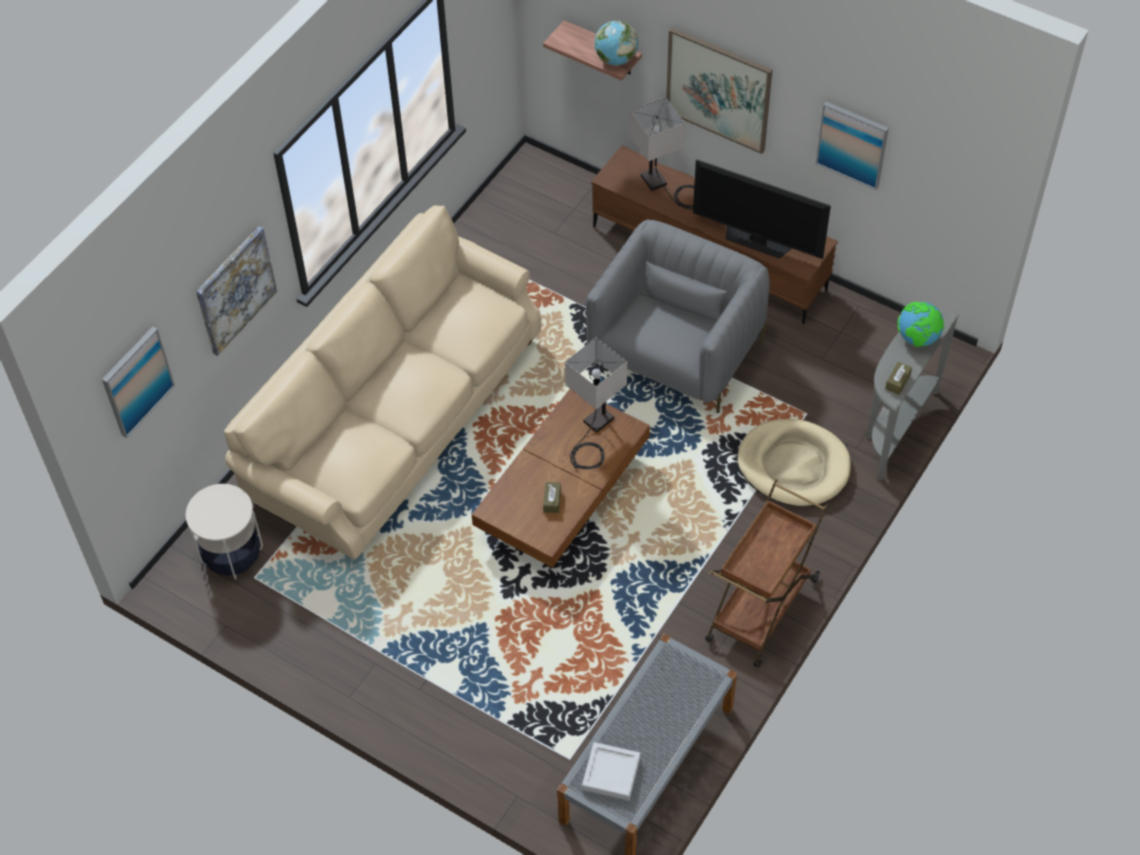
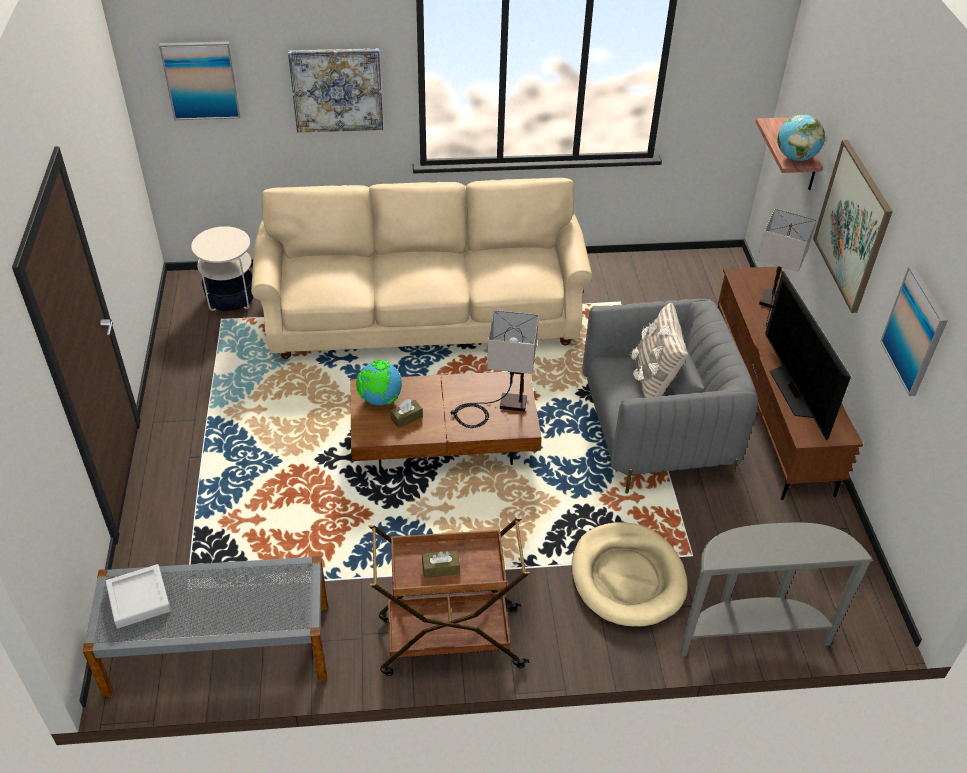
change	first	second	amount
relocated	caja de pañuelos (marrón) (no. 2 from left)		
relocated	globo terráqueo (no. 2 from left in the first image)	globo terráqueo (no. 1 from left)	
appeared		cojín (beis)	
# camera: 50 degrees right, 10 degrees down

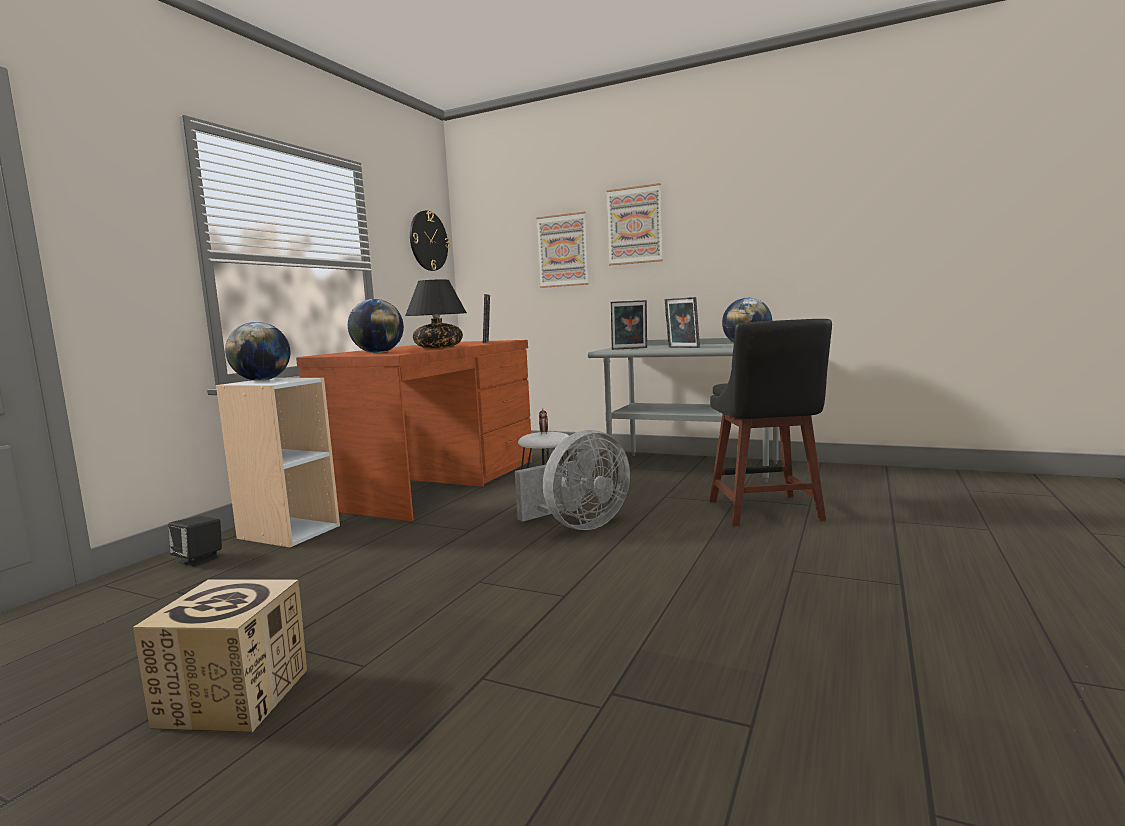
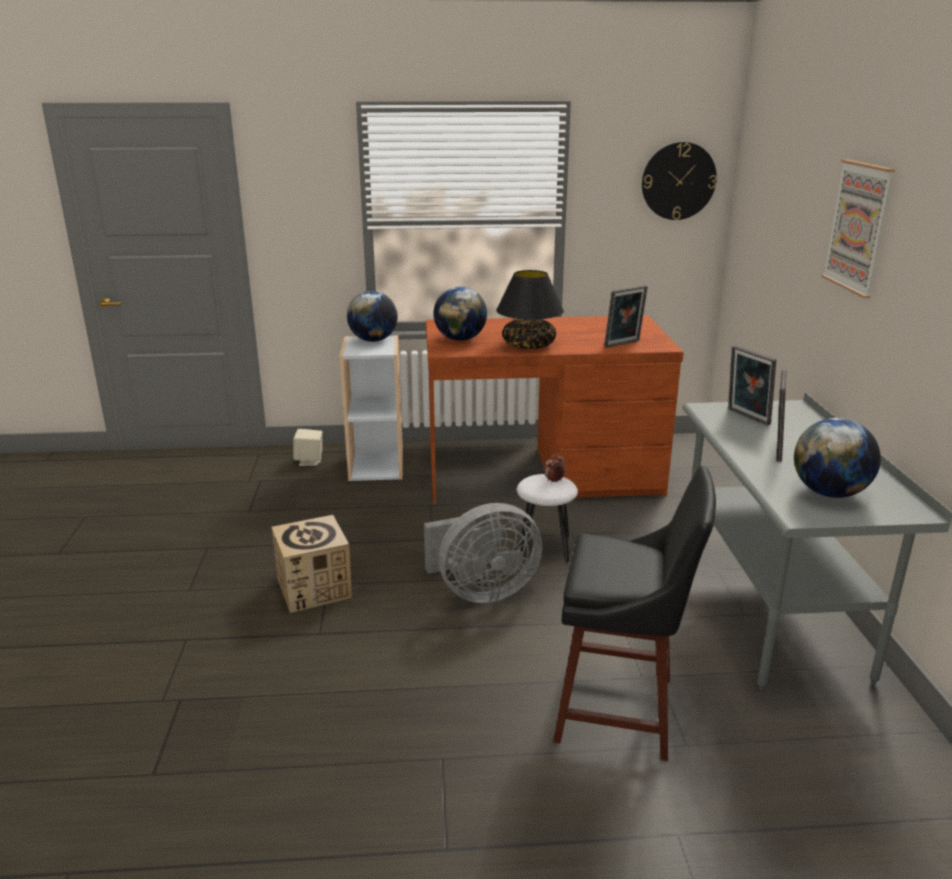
change	first	second	amount
relocated	caja de cartón		
colour	altavoz (negro)	altavoz (beis)	
spun	ventilador (gris)		45 degrees counterclockwise
missing	cuadro (no. 1 from left)		
spun	silla (negro)		135 degrees counterclockwise
# camera: 60 degrees right, 15 degrees up

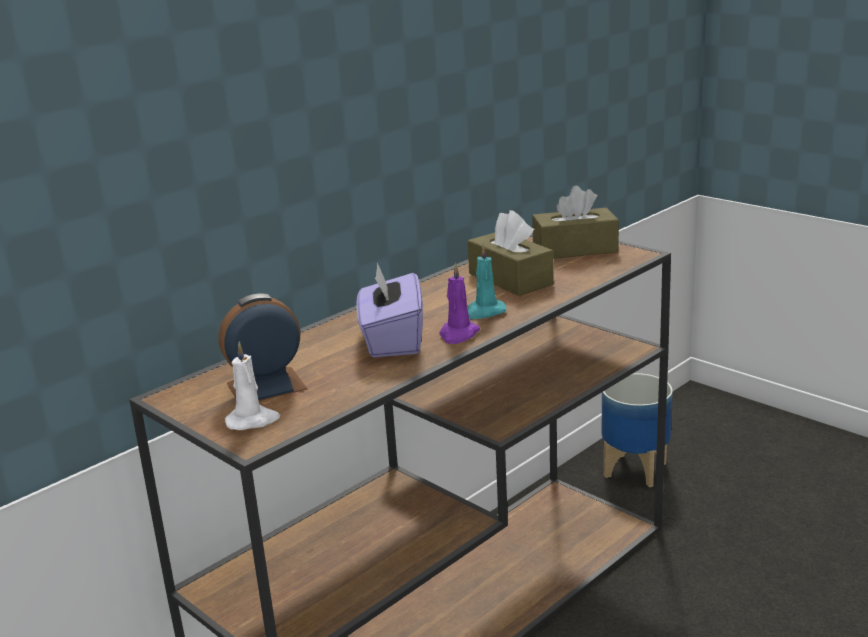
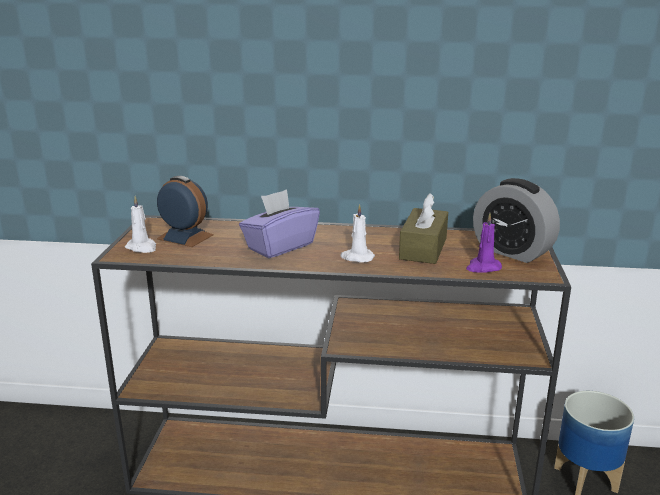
change	first	second	amount
relocated	vela (morado)		
colour	vela (turquesa)	vela (blanco) (no. 2 from left)	
exchanged	caja de pañuelos (marrón) (no. 2 from left)	despertador (no. 2 from left)	
# camera: 50 degrees right, 0 degrees up

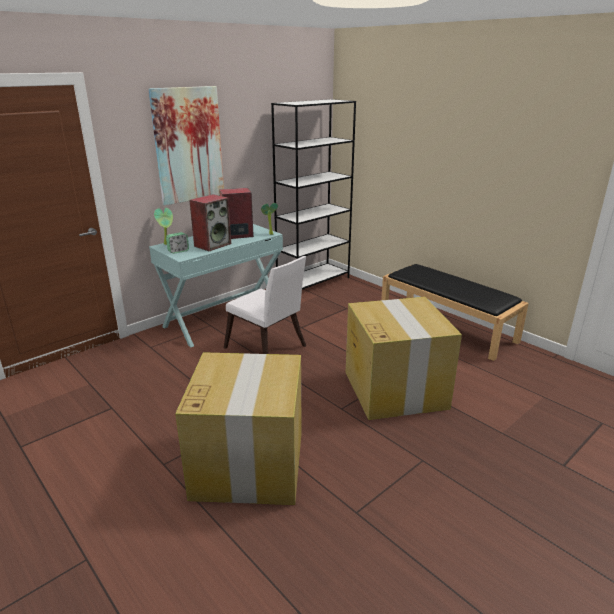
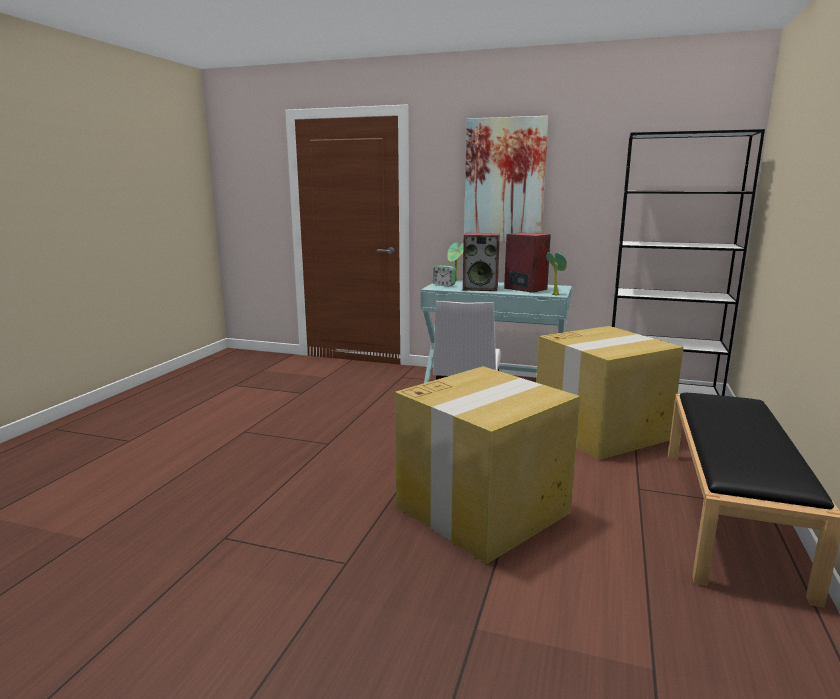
change	first	second	amount
relocated	caja de cartón (no. 1 from left in the first image)	caja de cartón (no. 2 from left)	
# camera: 60 degrees right, 10 degrees down

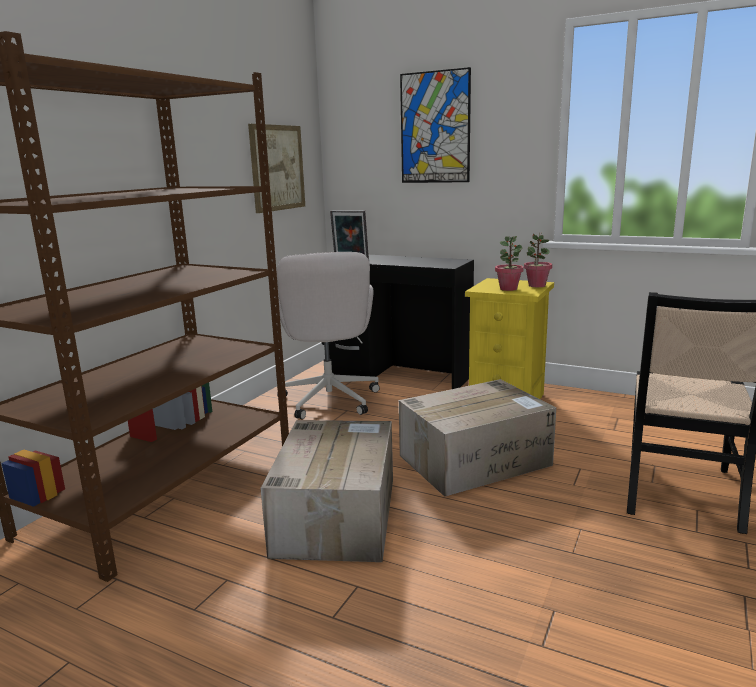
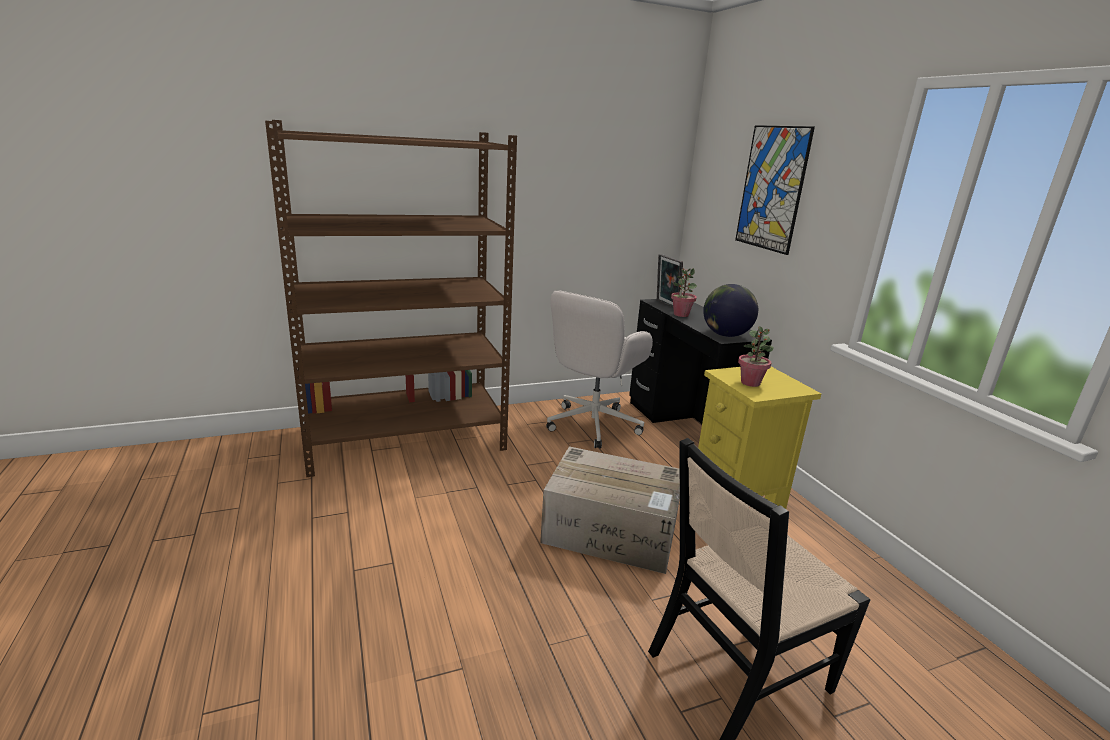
change	first	second	amount
missing	cuadro (no. 1 from left)		
missing	caja de cartón (no. 1 from left)		
relocated	planta en maceta (no. 2 from left in the first image)	planta en maceta (no. 1 from left)	
appeared		globo terráqueo	
# camera: 40 degrees right, 5 degrees up

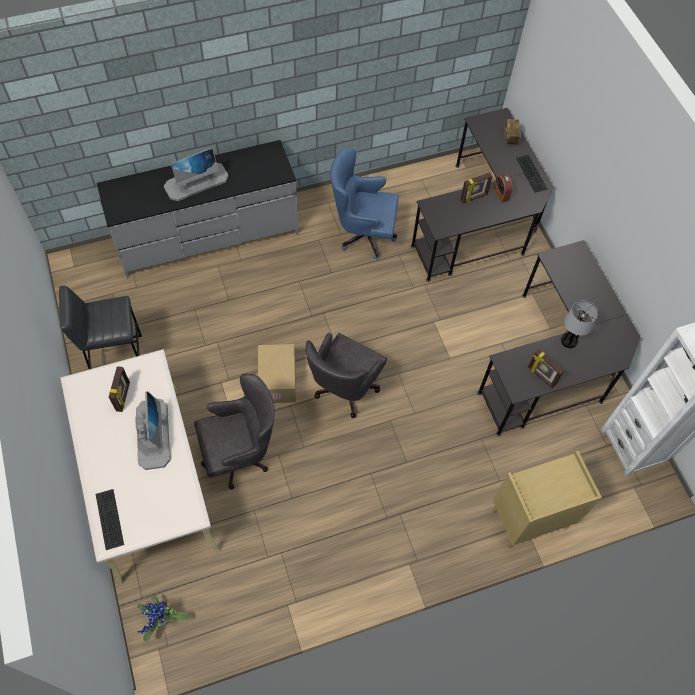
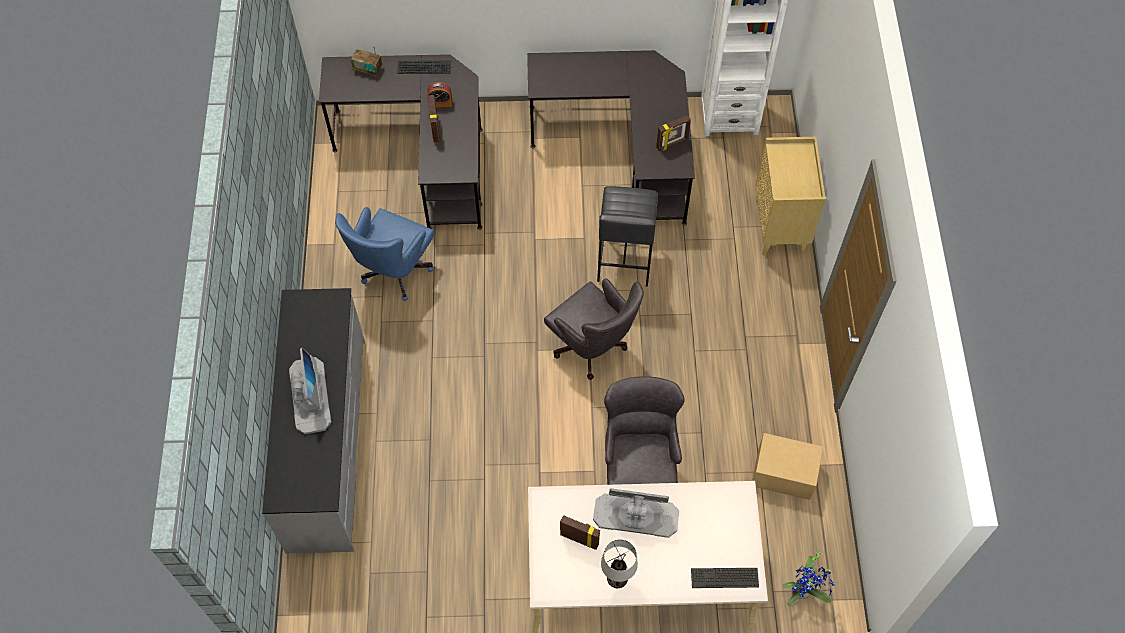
change	first	second	amount
relocated	taburete (gris)		
relocated	caja de cartón		
relocated	lámpara de mesa		
# camera: 70 degrees left, 0 degrees up

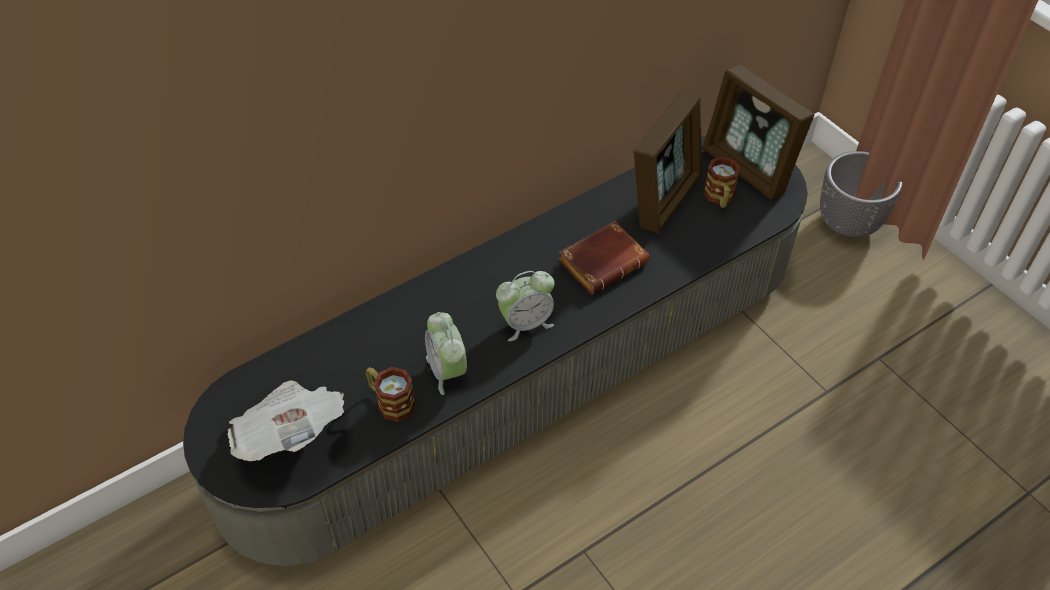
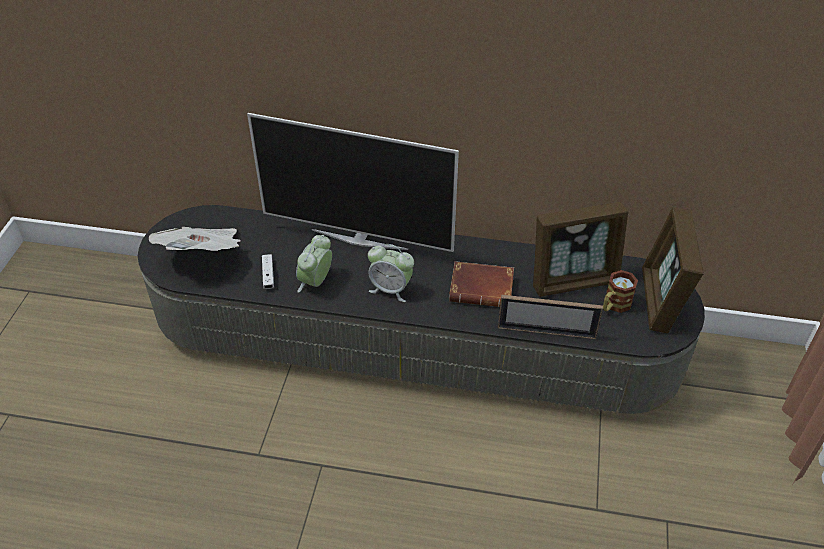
change	first	second	amount
exchanged	taza grande (no. 1 from left)	mando de consola (blanco)	
missing	maceta (gris)		
appeared		televisor	
appeared		portarretratos (no. 1 from left)	
# camera: 45 degrees right, 5 degrees down

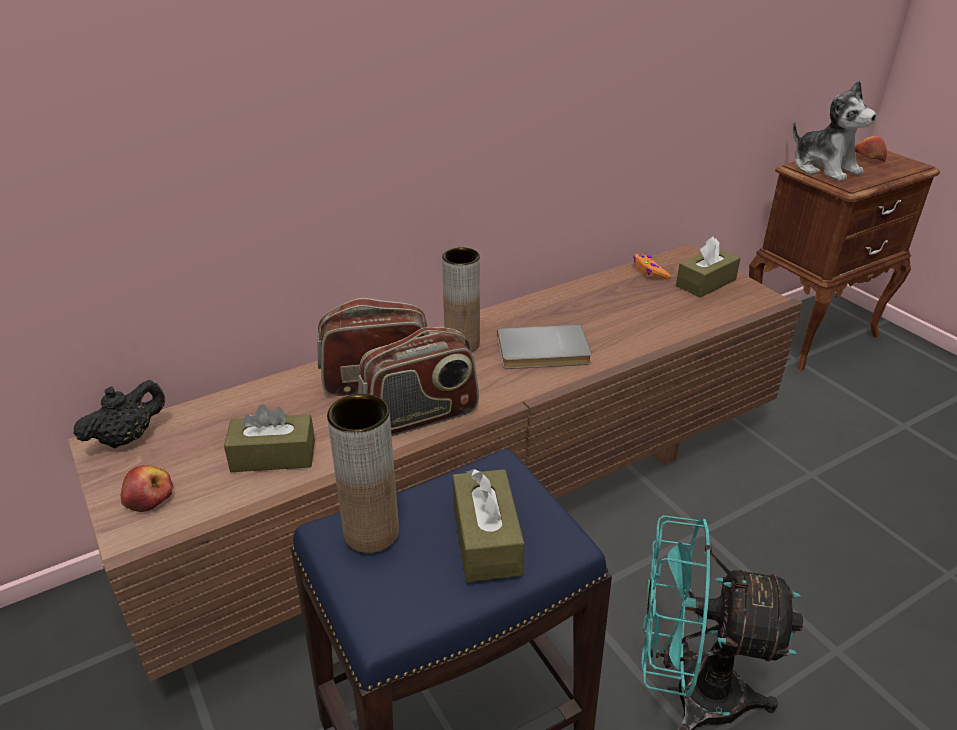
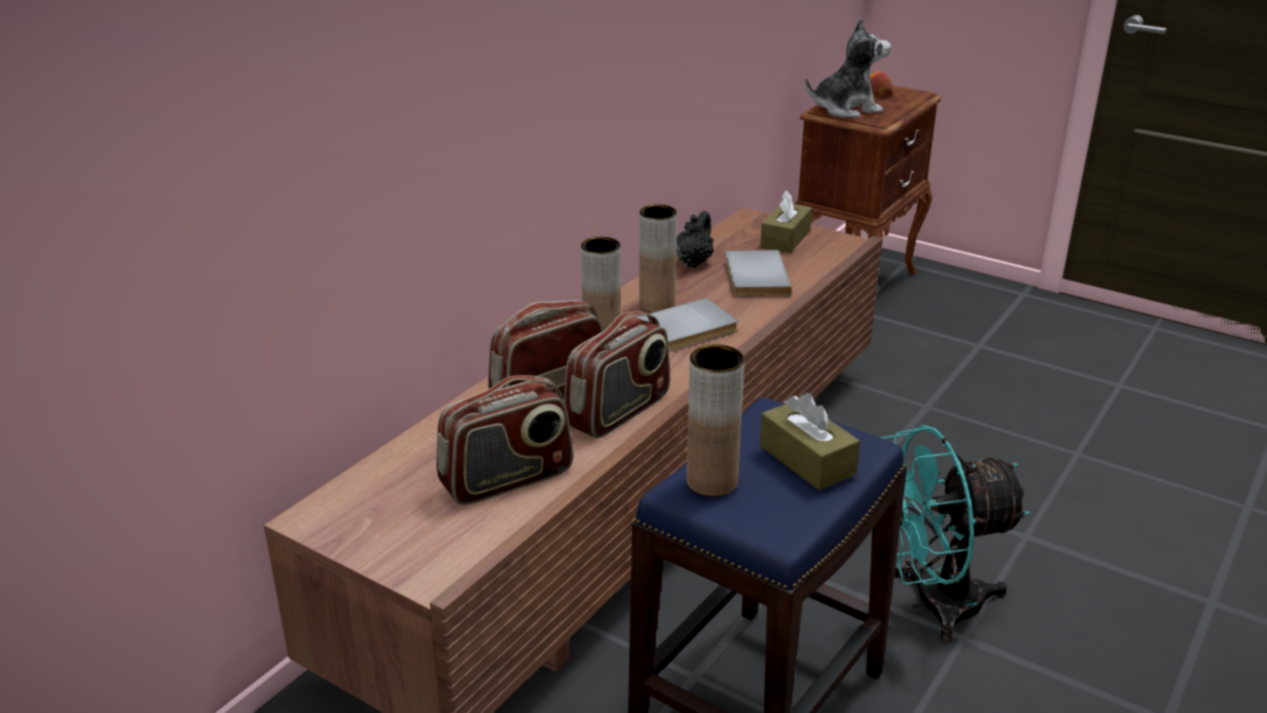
change	first	second	amount
relocated	tetera (negro)		
missing	manzana (no. 1 from left)		
exchanged	caja de pañuelos (marrón) (no. 1 from left)	radio (no. 1 from left)	
missing	mando de consola (naranja)		
spun	peluche		45 degrees counterclockwise
appeared		florero (marrón) (no. 2 from left)	
appeared		libro (gris) (no. 2 from left)	
# camera: 25 degrees left, 5 degrees down

